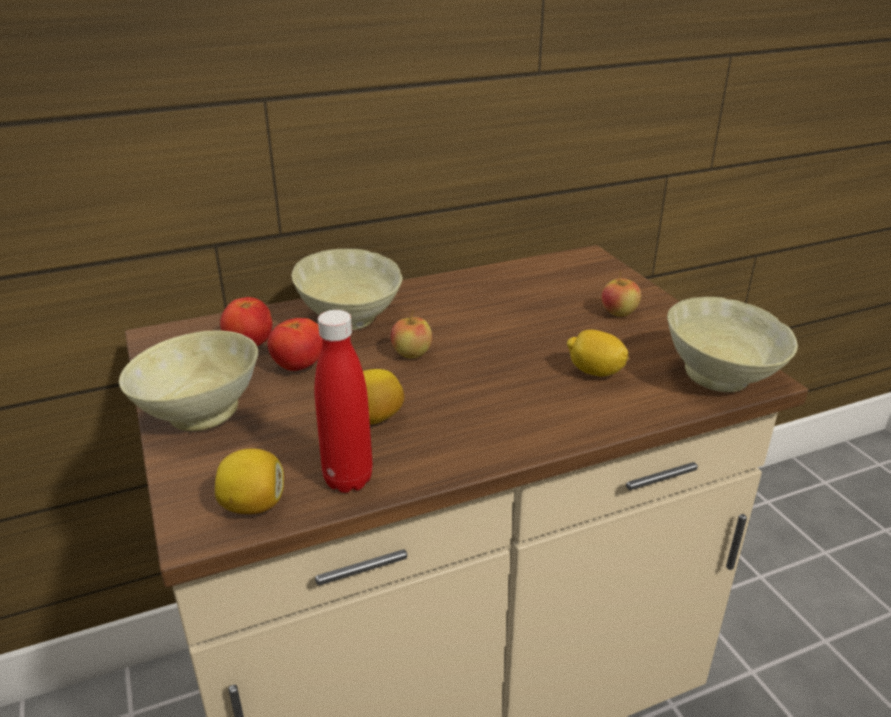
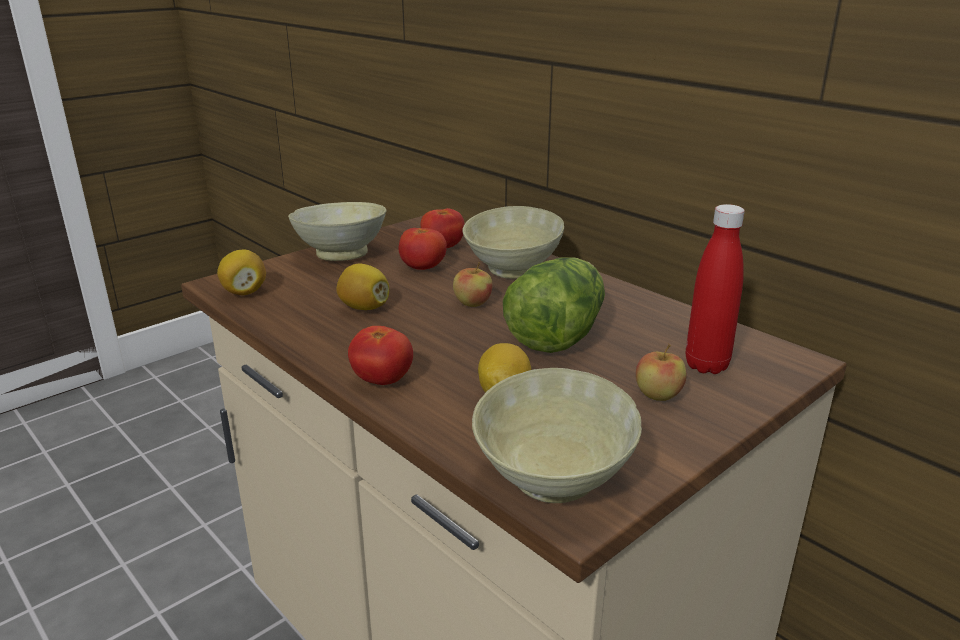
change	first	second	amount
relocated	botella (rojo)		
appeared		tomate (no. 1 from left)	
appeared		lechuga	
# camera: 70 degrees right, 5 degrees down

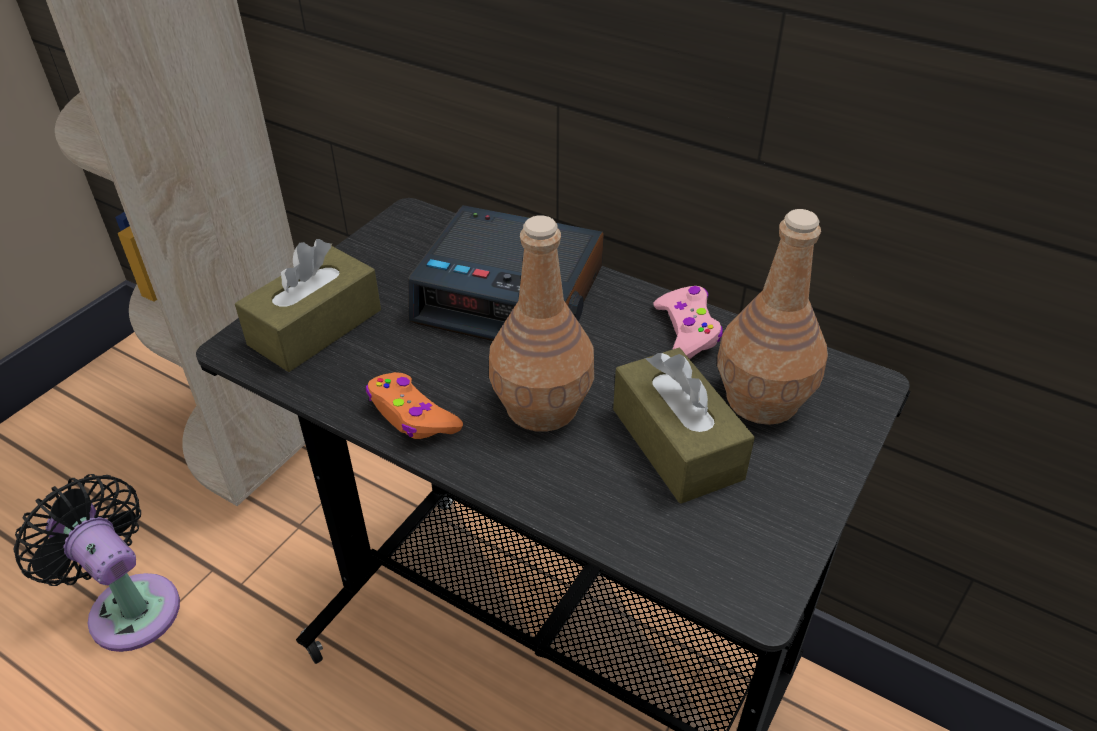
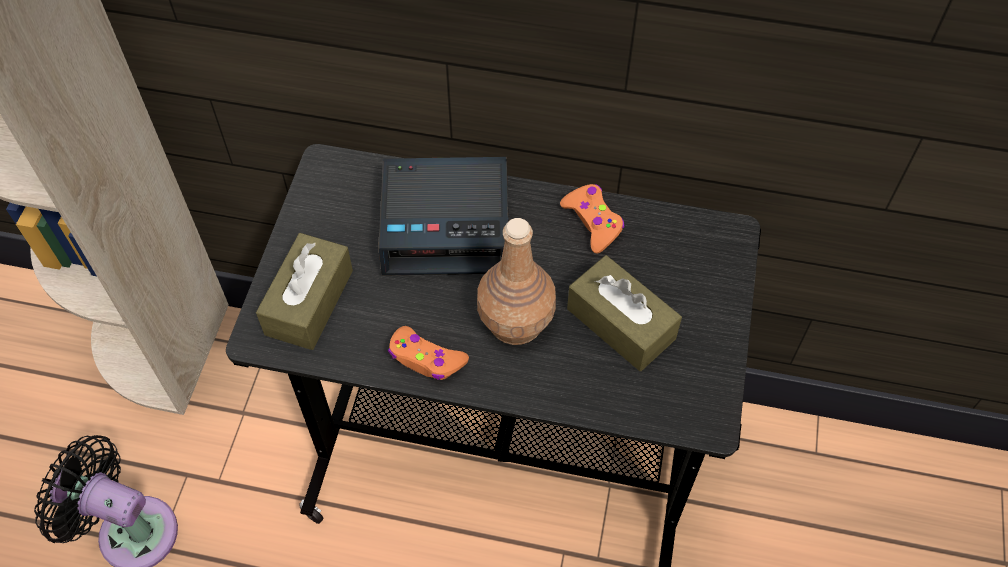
change	first	second	amount
colour	mando de consola (rosa)	mando de consola (naranja) (no. 2 from left)	
missing	botella (marrón) (no. 2 from left)		
# camera: 20 degrees left, 15 degrees up

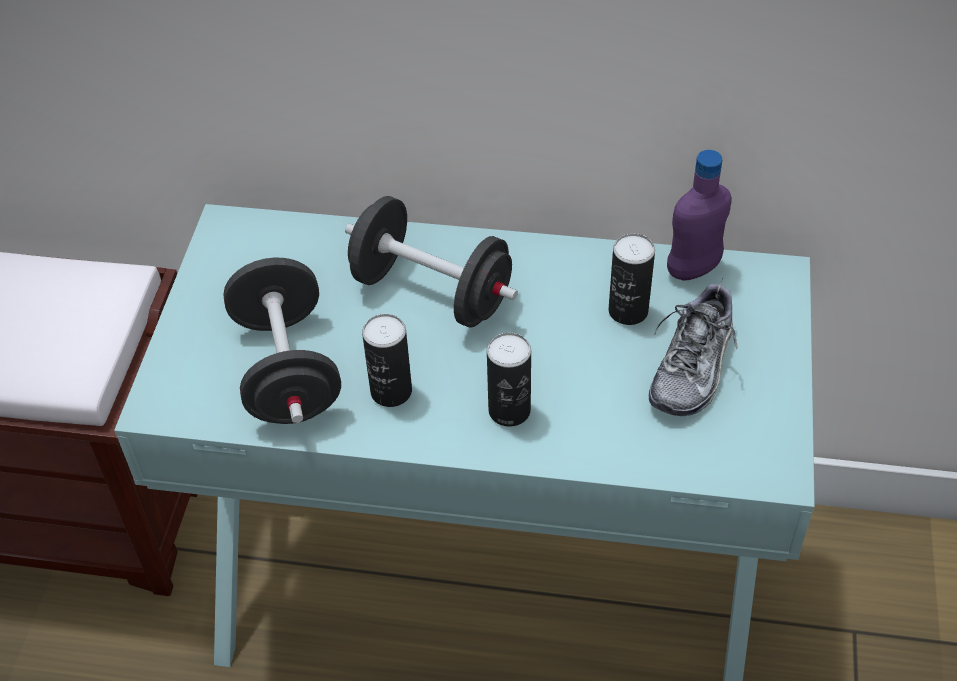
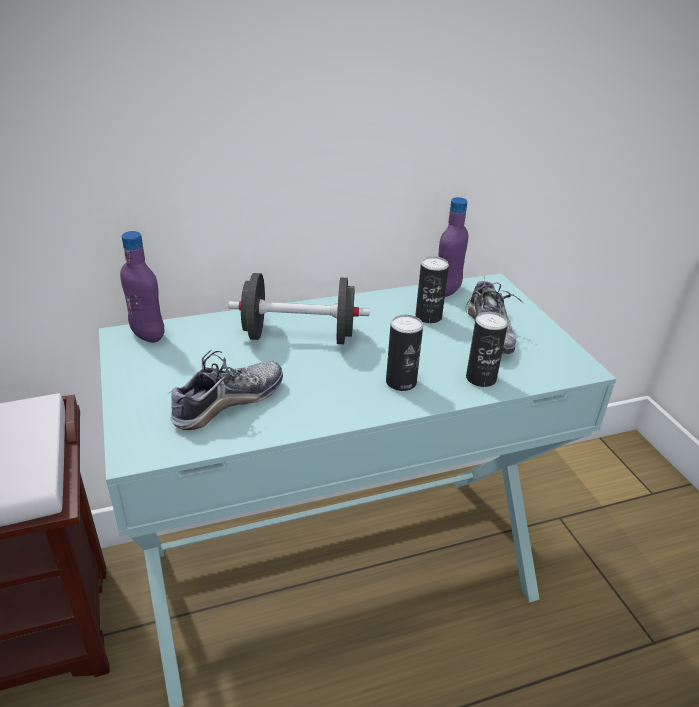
change	first	second	amount
exchanged	mancuerna (negro) (no. 1 from left)	zapato (no. 1 from left)	
relocated	lata (no. 1 from left in the first image)	lata (no. 3 from left)	
appeared		botella (morado) (no. 1 from left)	
# camera: 30 degrees left, 15 degrees down

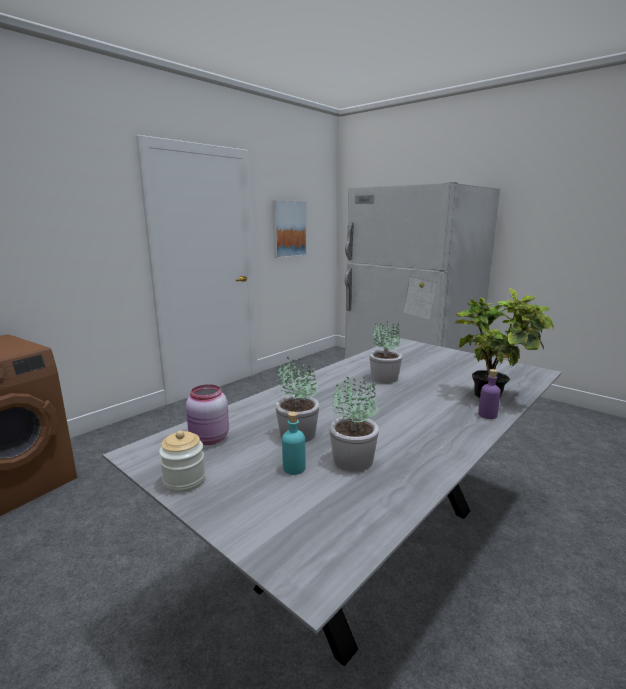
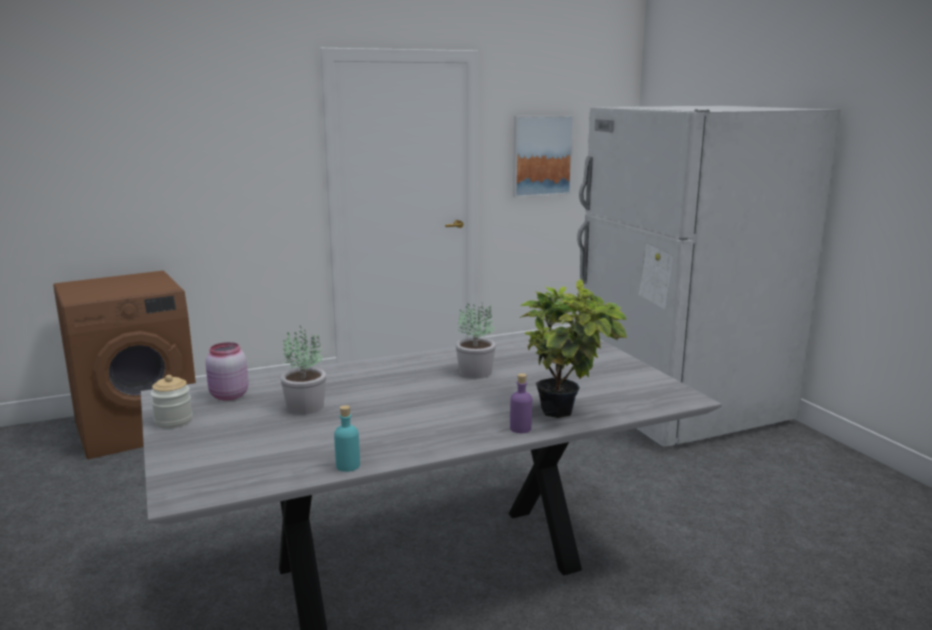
change	first	second	amount
relocated	botella (turquesa)		
missing	planta en maceta (no. 2 from left)		
# camera: 25 degrees right, 0 degrees up

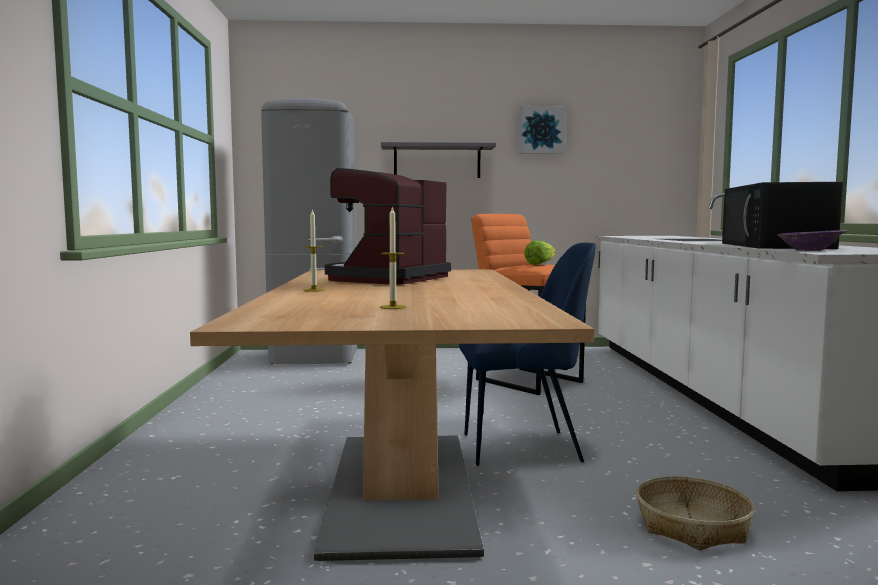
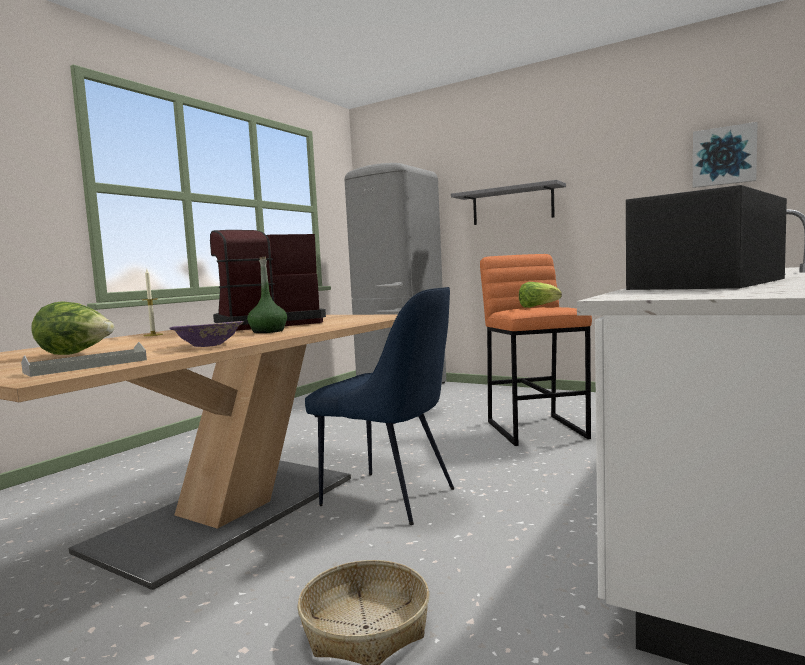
change	first	second	amount
exchanged	vela (no. 2 from left)	lechuga (no. 1 from left)	
relocated	cuadro		
relocated	cuenco (morado)		
appeared		bandeja (gris)	
appeared		botella (verde)	
# camera: 35 degrees right, 0 degrees up

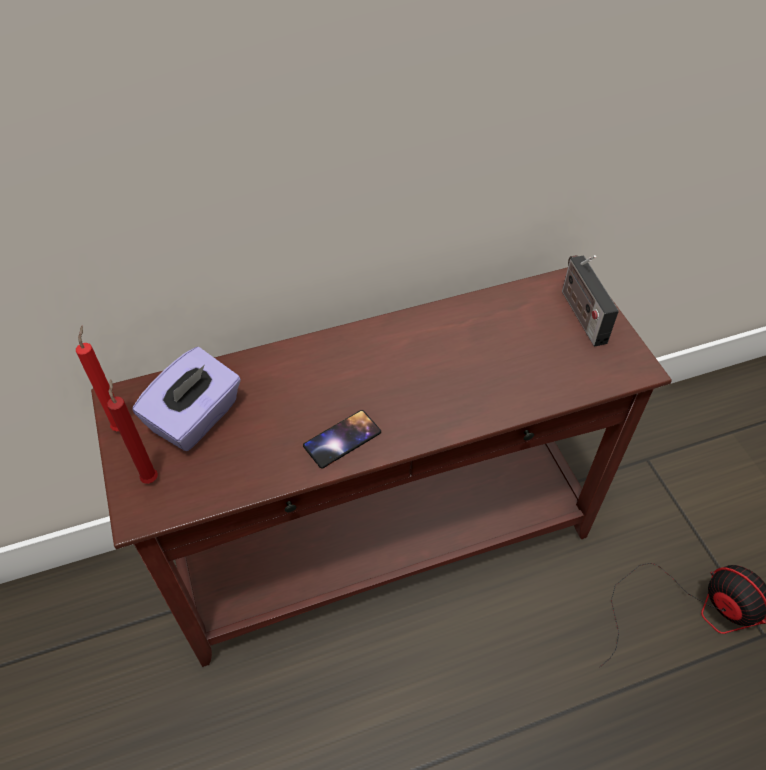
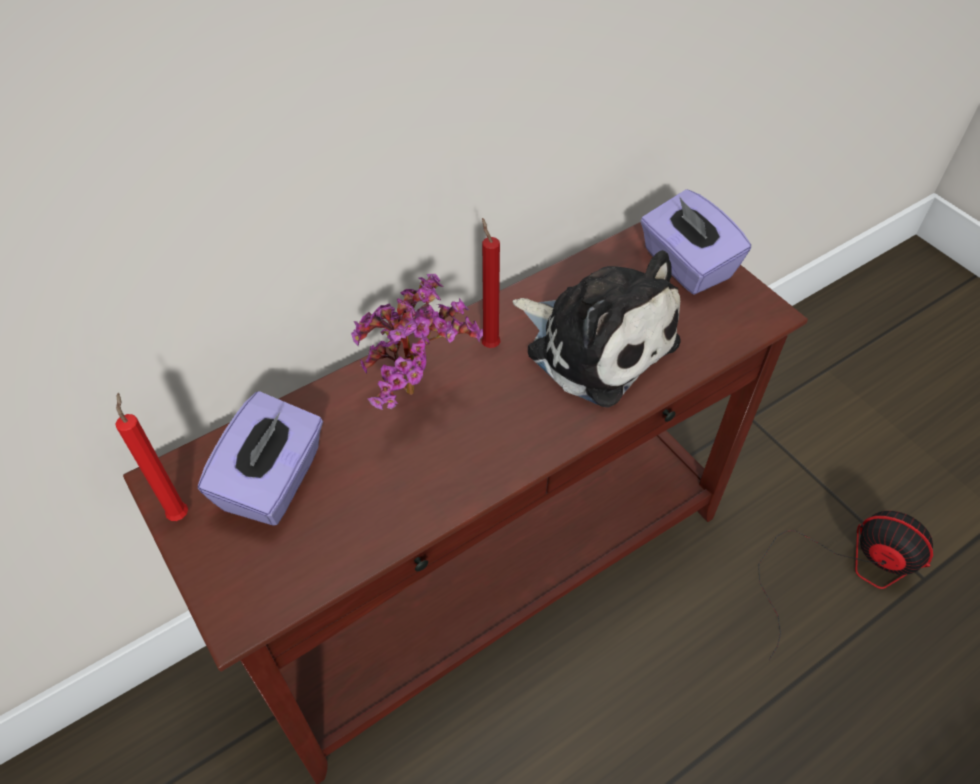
change	first	second	amount
relocated	vela (rojo) (no. 2 from left)		
missing	móvil		
exchanged	radio	caja de pañuelos (morado) (no. 2 from left)	
appeared		planta en maceta	
appeared		peluche	
# camera: 15 degrees left, 0 degrees up

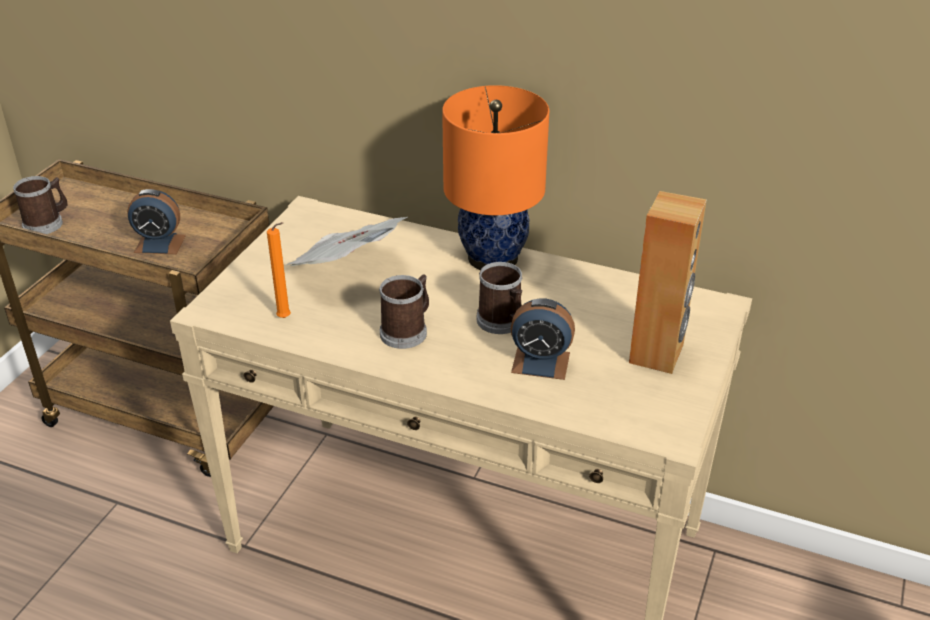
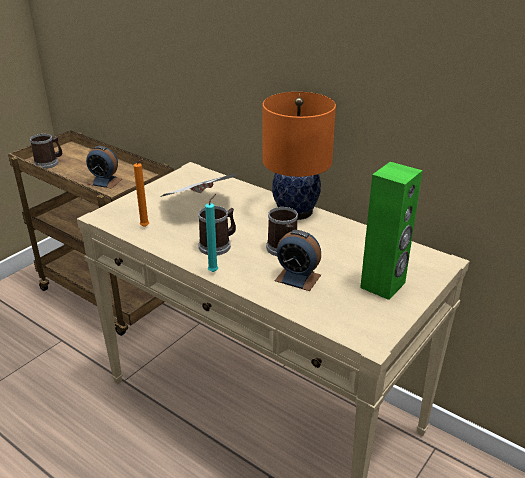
change	first	second	amount
colour	altavoz (marrón)	altavoz (verde)	
appeared		vela (turquesa)	
# camera: 15 degrees right, 5 degrees down

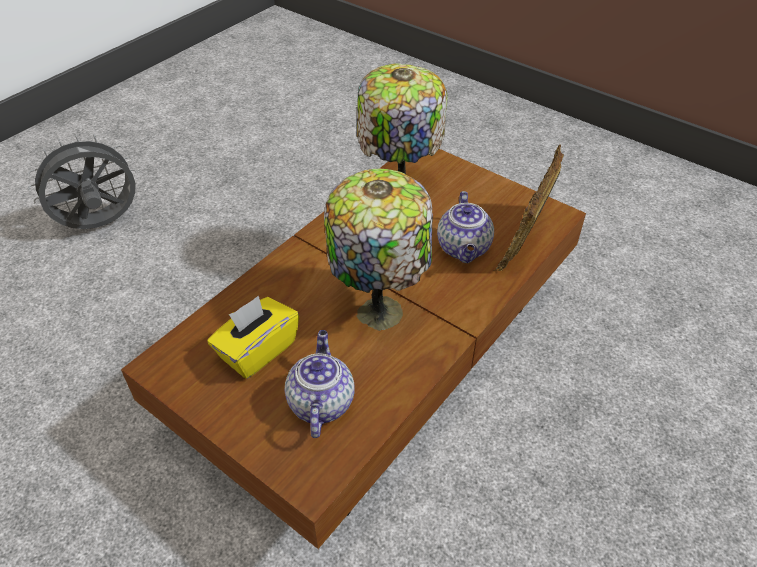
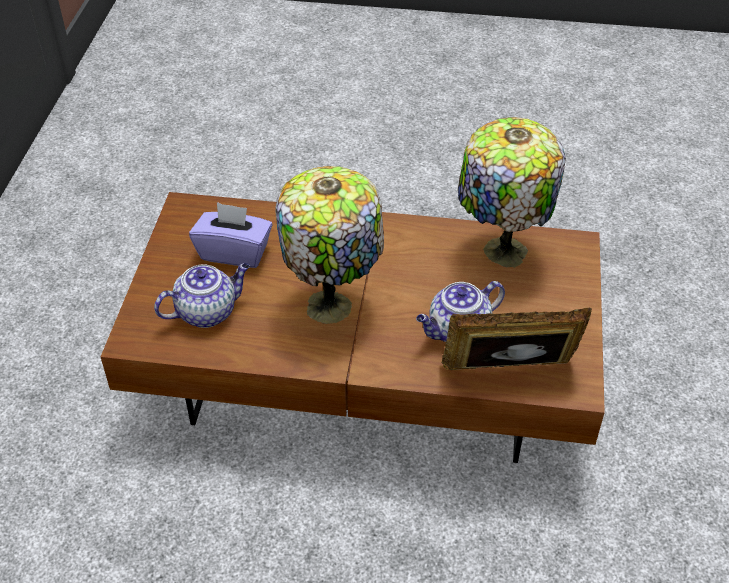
change	first	second	amount
missing	ventilador (gris)		
colour	caja de pañuelos (amarillo)	caja de pañuelos (morado)	
# camera: 60 degrees right, 0 degrees up

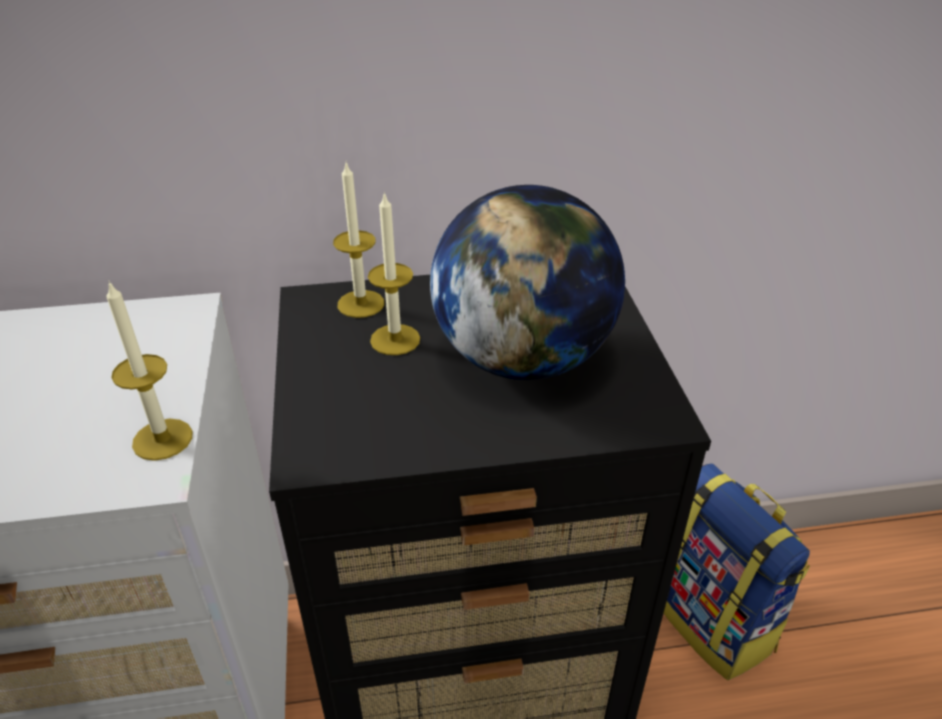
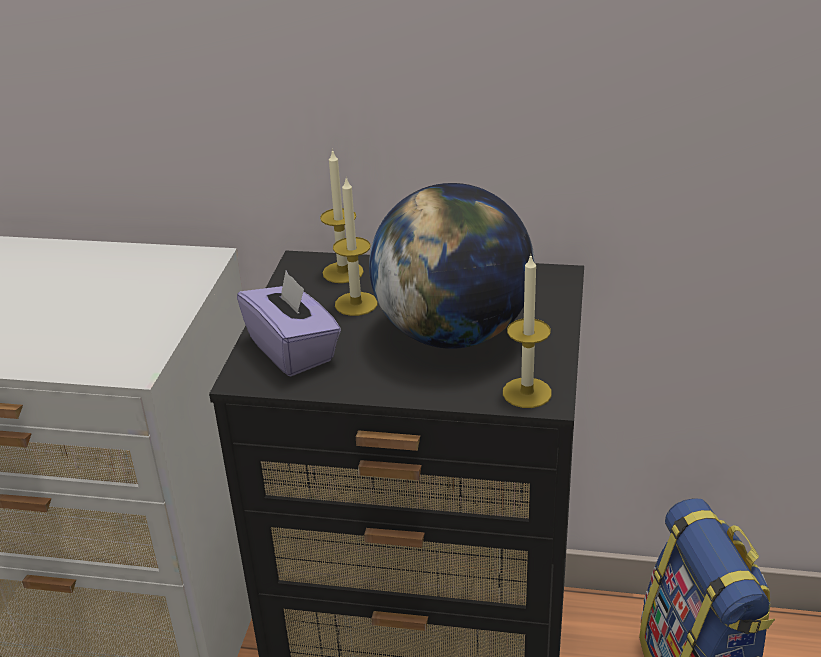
change	first	second	amount
relocated	vela (no. 1 from left in the first image)	vela (no. 3 from left)	
appeared		caja de pañuelos (morado)	
# camera: 20 degrees right, 5 degrees down

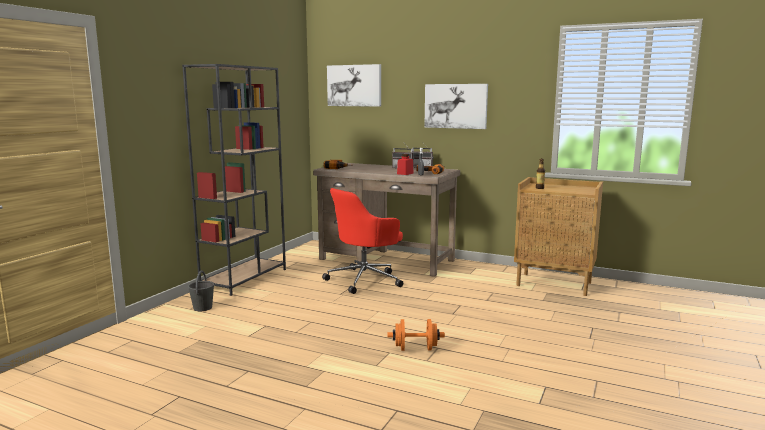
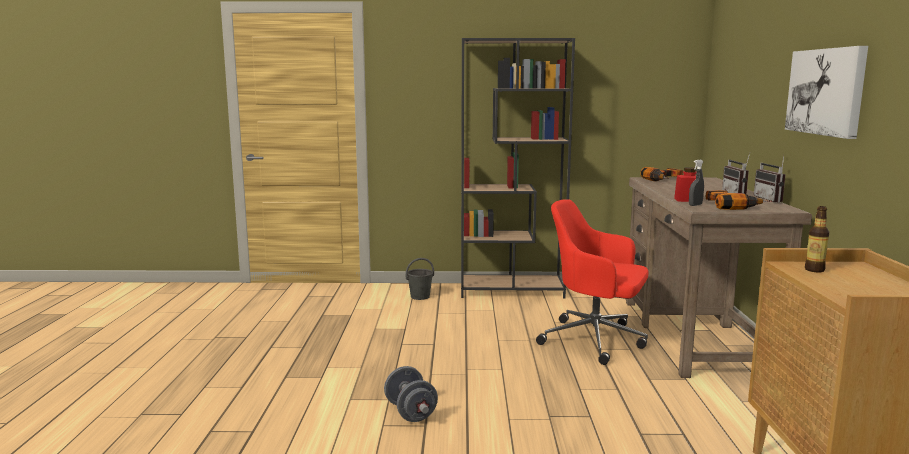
change	first	second	amount
missing	cuadro (no. 1 from left)		
colour	mancuerna (naranja)	mancuerna (gris)	
# camera: 65 degrees right, 0 degrees up

